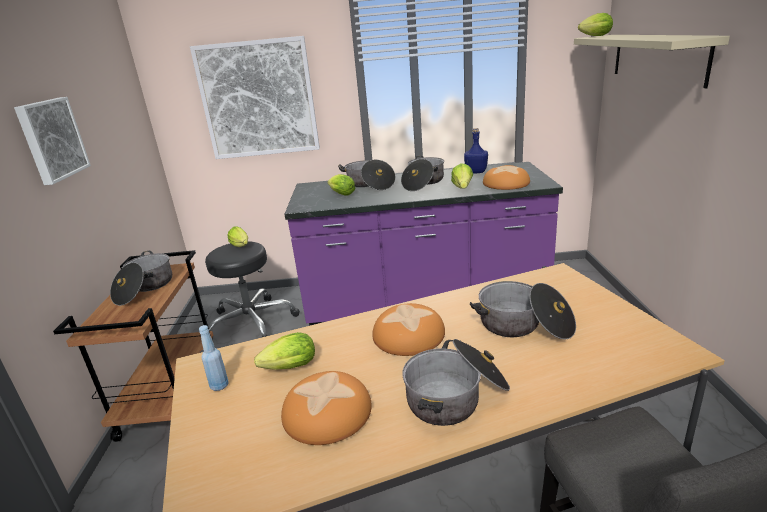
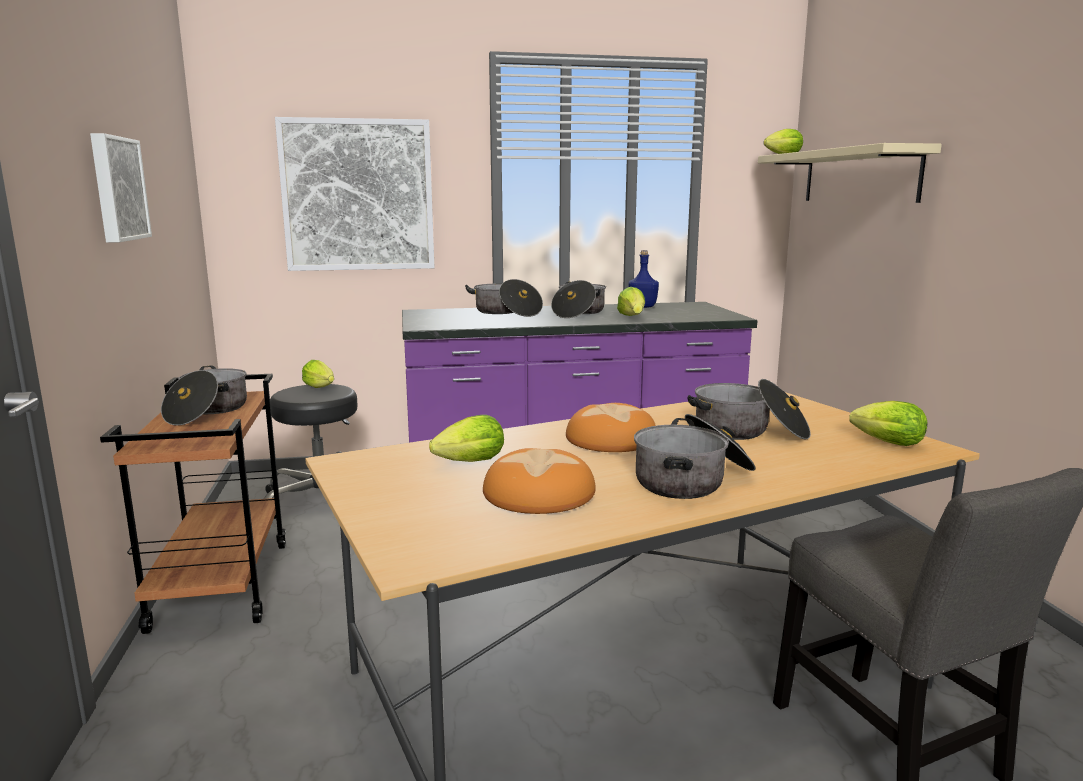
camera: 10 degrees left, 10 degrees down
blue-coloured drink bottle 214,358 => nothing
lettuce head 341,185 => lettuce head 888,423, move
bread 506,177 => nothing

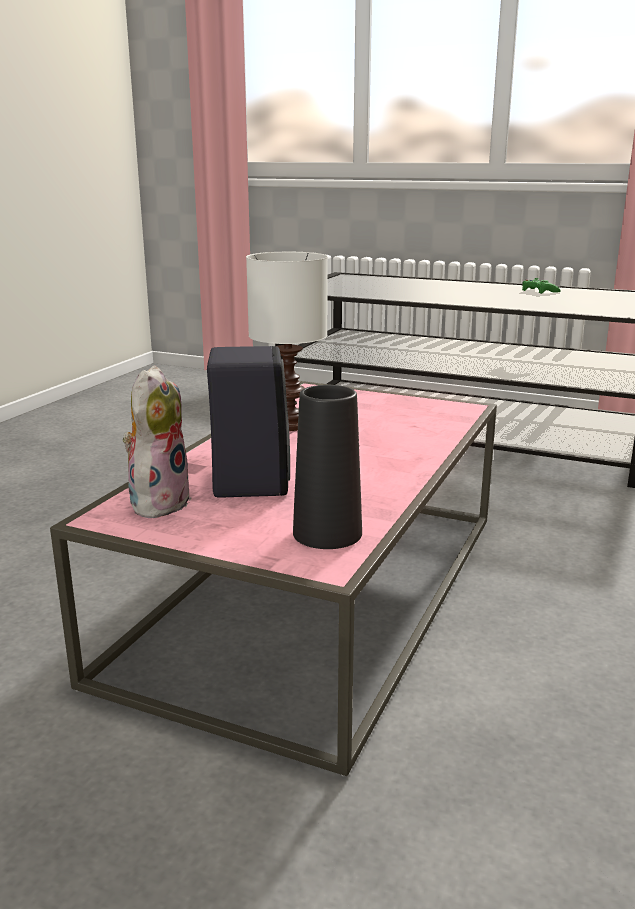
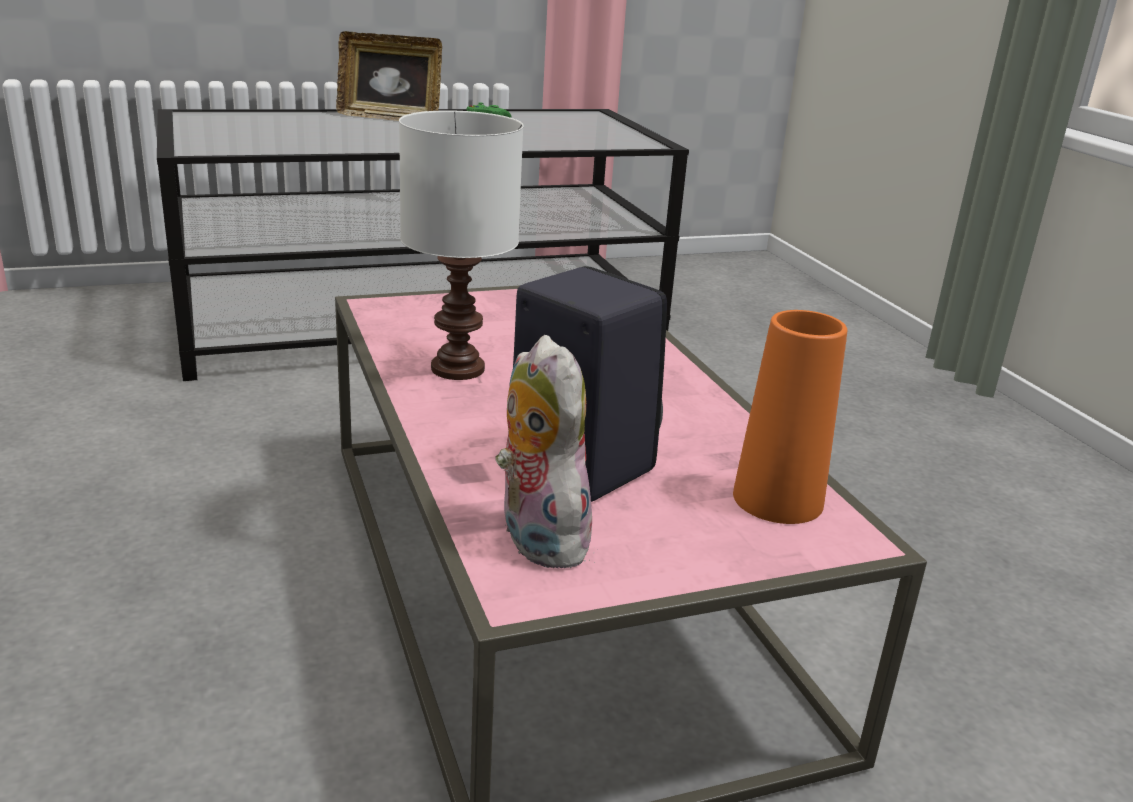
camera: 45 degrees left, 5 degrees up
black flower vase 327,467 => orange-coloured flower vase 790,417
nothing => standing frame 389,76

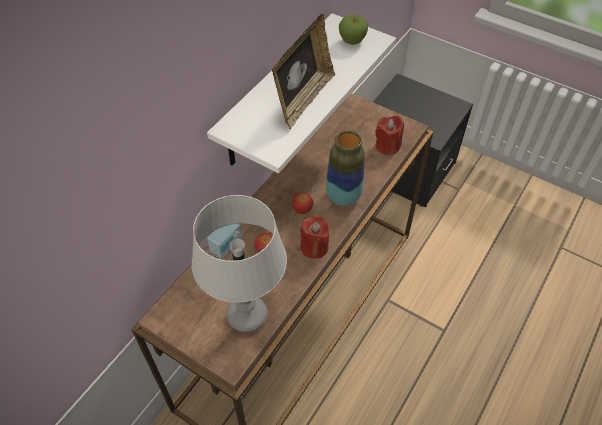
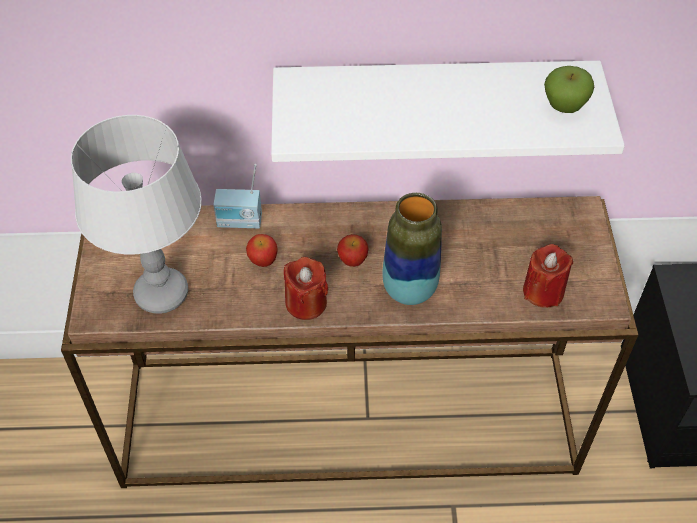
camera: 55 degrees right, 0 degrees up
standing frame 304,71 => nothing

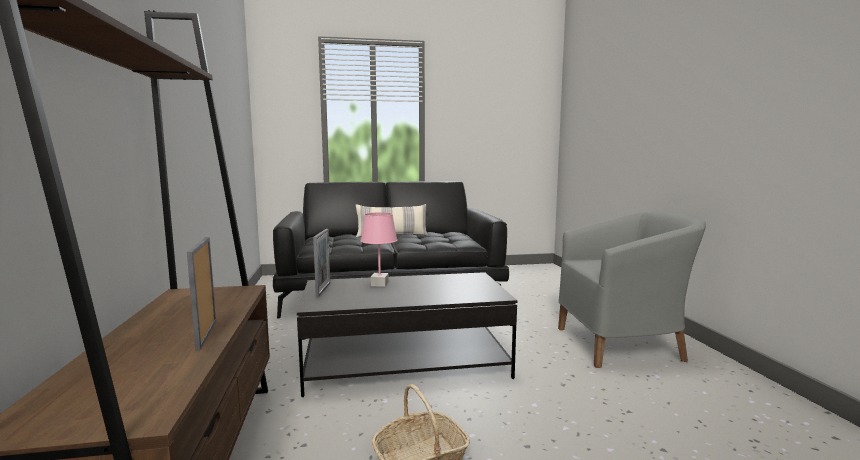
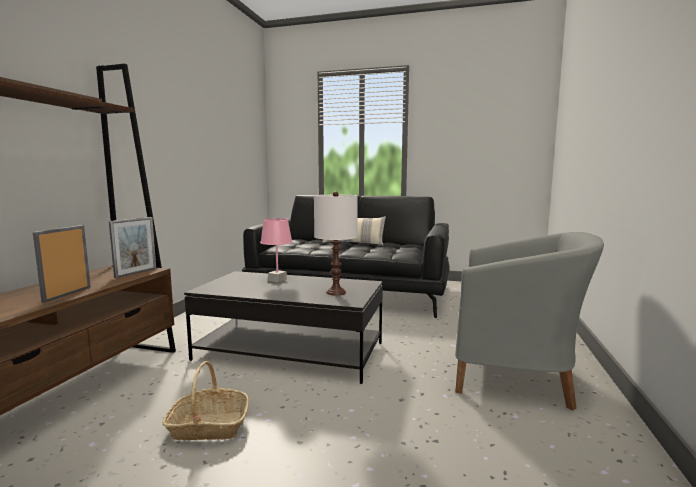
camera: 25 degrees right, 0 degrees up
standing frame 321,263 => standing frame 132,247, move
nothing => white-coloured tabletop lamp 336,243

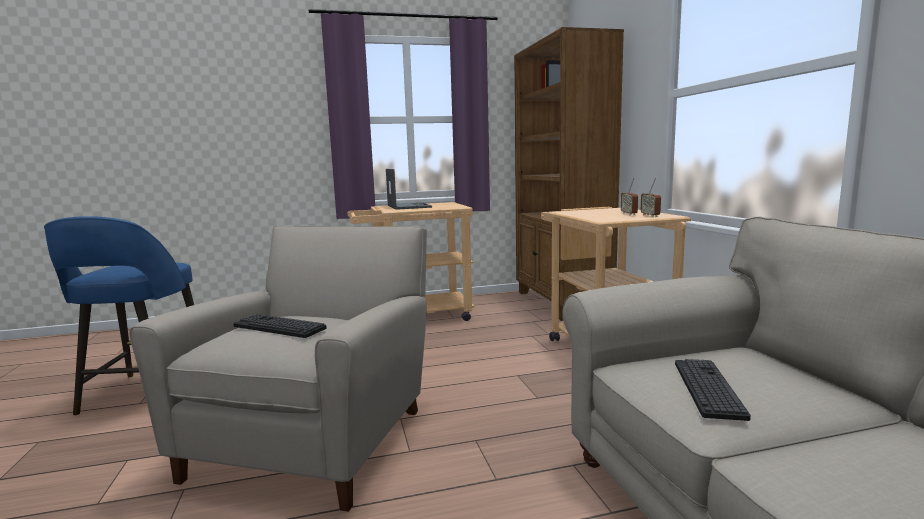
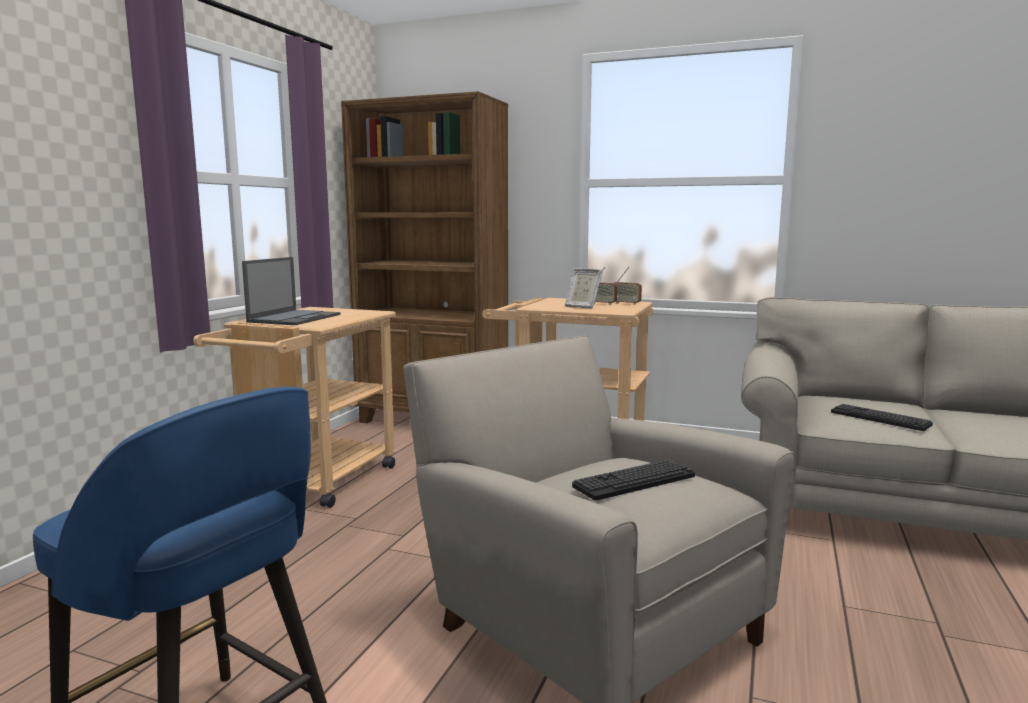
camera: 55 degrees left, 0 degrees up
portable computer 409,189 => portable computer 291,291, 90 degrees clockwise
nothing => standing frame 584,288

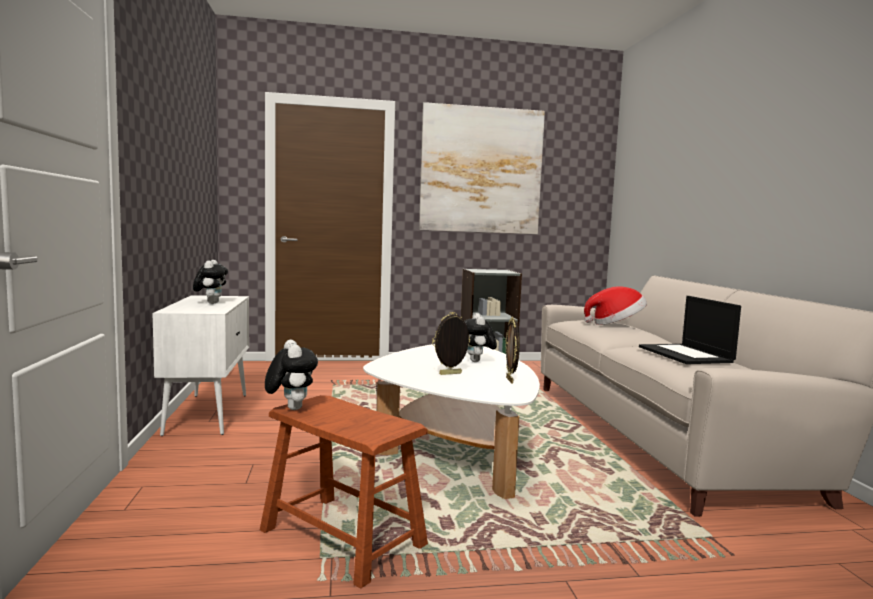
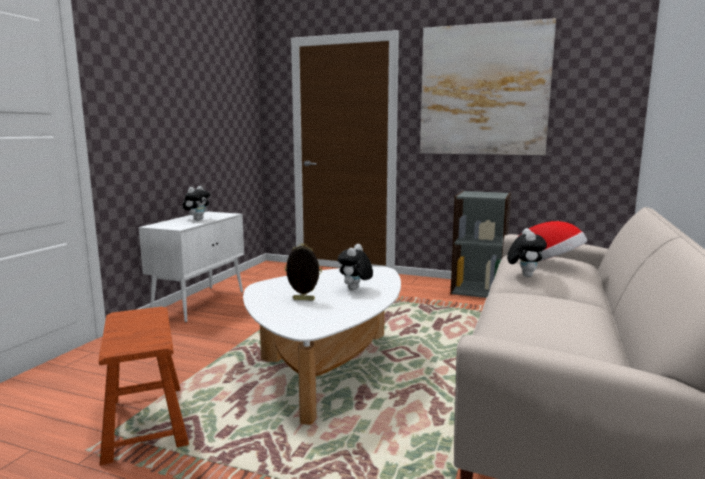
camera: 30 degrees right, 5 degrees up
cuddly toy 291,375 => cuddly toy 527,252, move
standing frame 512,350 => nothing
portable computer 690,330 => nothing

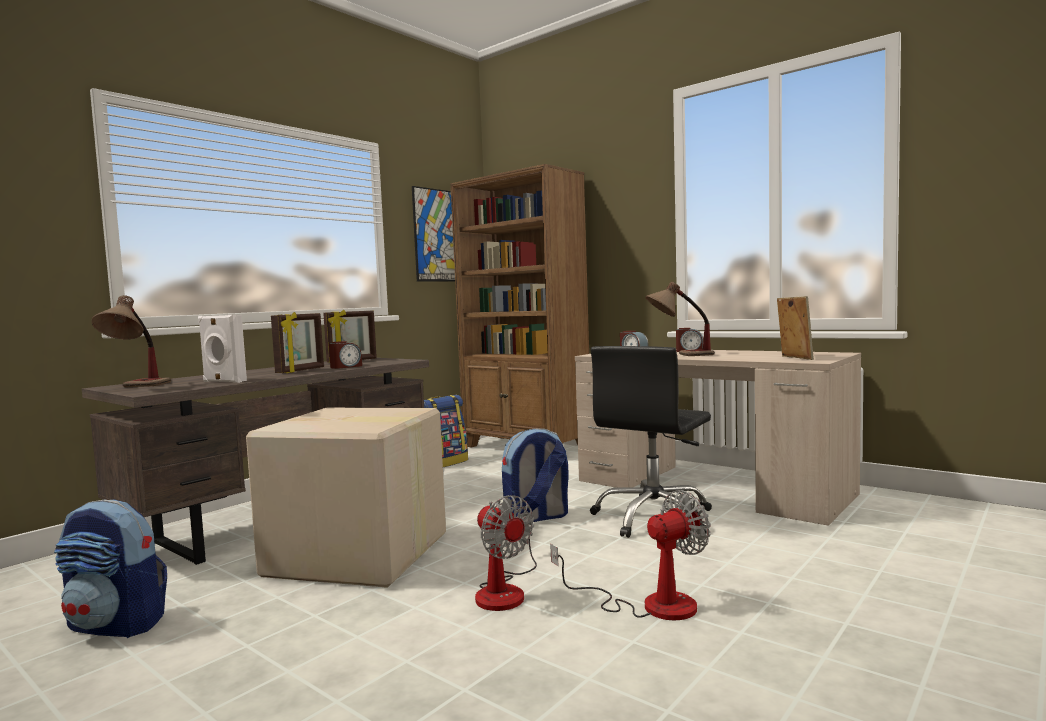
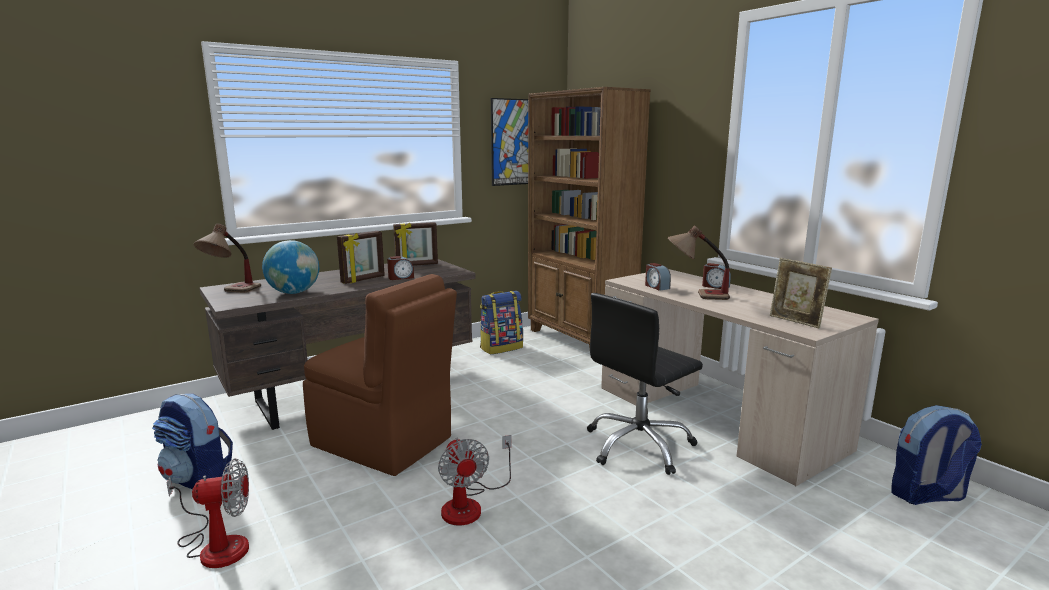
camera: 15 degrees right, 10 degrees up
white-coloured loudspeaker 222,349 => globe 290,267
carton 346,497 => brownish upright chair 380,375
backpack 535,475 => backpack 936,455, move
electric fan 630,555 => electric fan 208,513, move
standing frame 795,328 => standing frame 801,293, 135 degrees clockwise

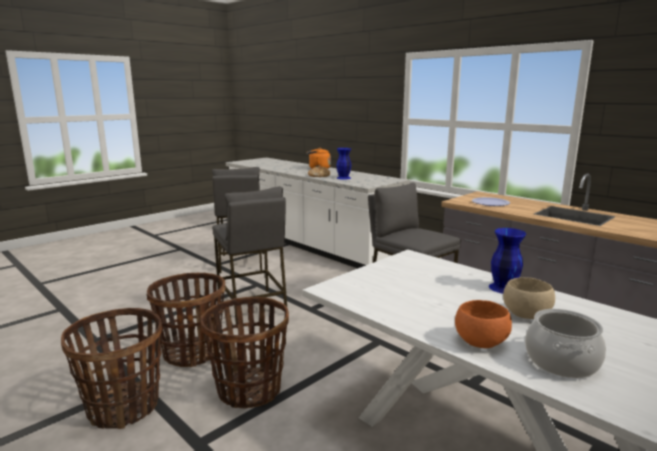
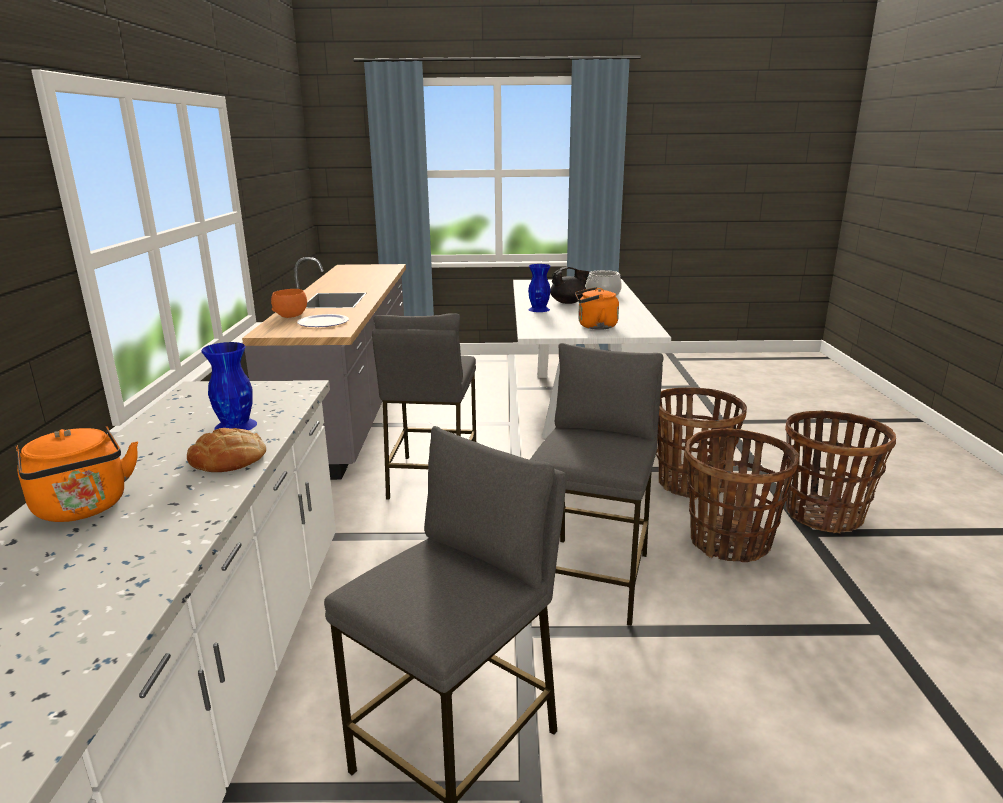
camera: 135 degrees left, 5 degrees up
orange-coloured bowl 483,324 => orange-coloured bowl 289,303, move
sand-coloured bowl 529,298 => black teapot 570,285
nothing => orange-coloured tea kettle 597,308

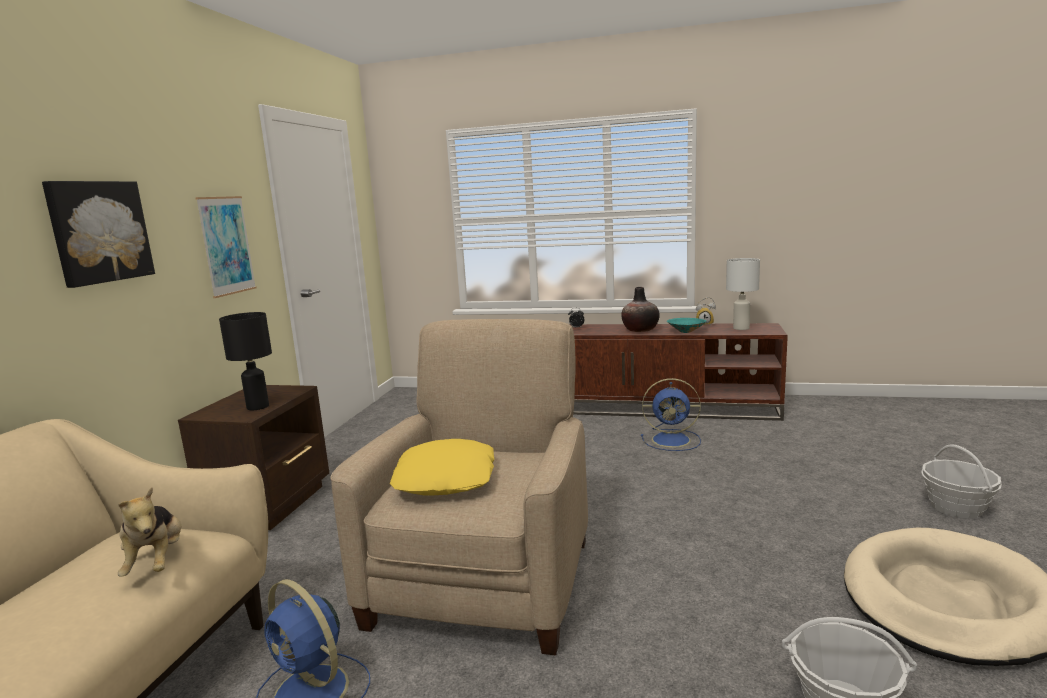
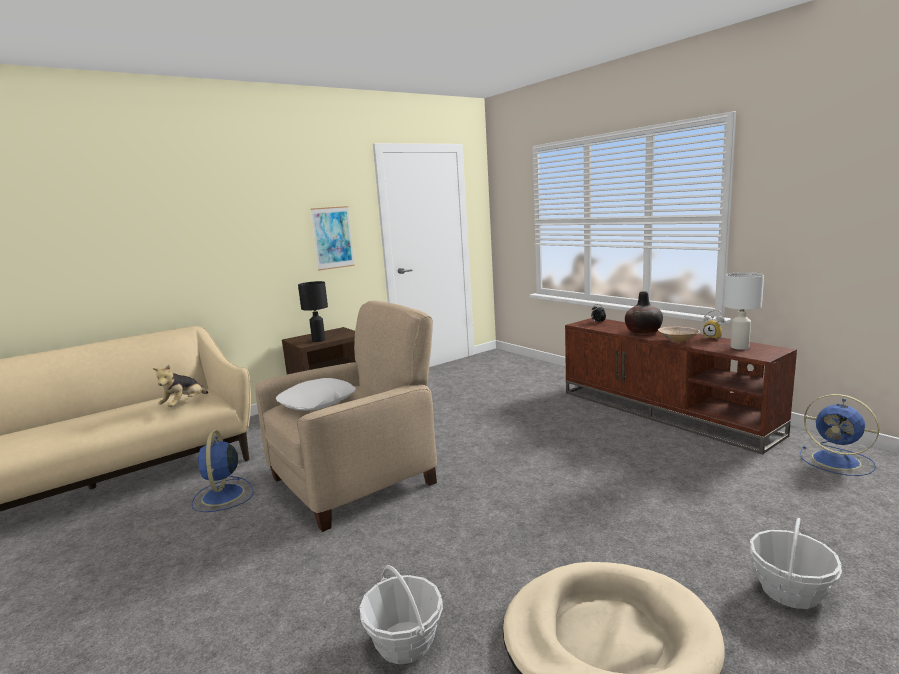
camera: 40 degrees right, 0 degrees up
wall picture 98,234 => nothing
yellow pillow 442,467 => white-coloured pillow 316,394
blue-coloured electric fan 671,414 => blue-coloured electric fan 839,435, move
turquoise-coloured bowl 686,325 => sand-coloured bowl 679,334

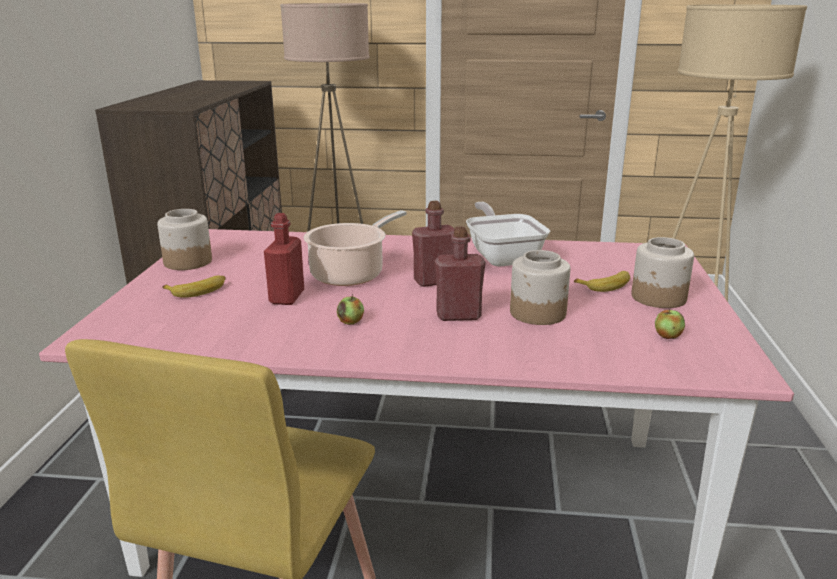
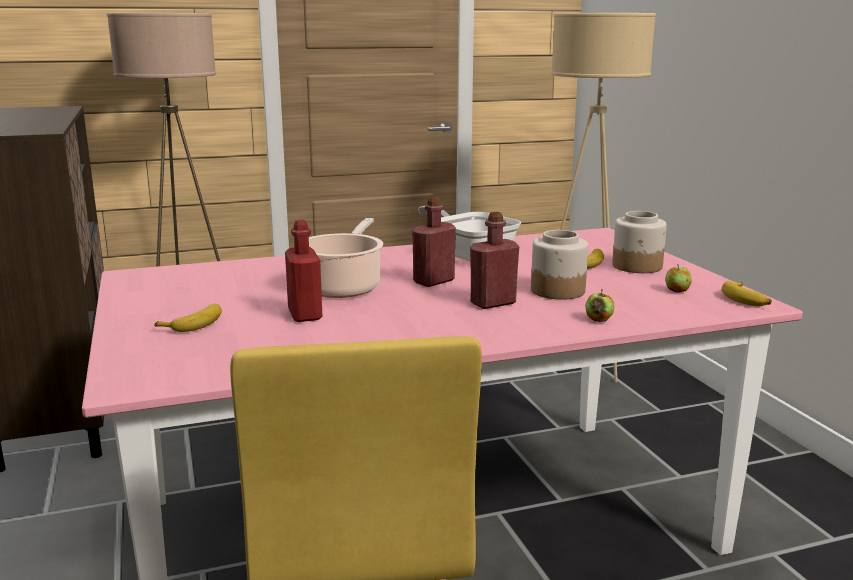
camera: 25 degrees left, 5 degrees down
jar 184,239 => nothing
apple fruit 350,309 => apple fruit 600,307, move
nothing => banana 747,293

